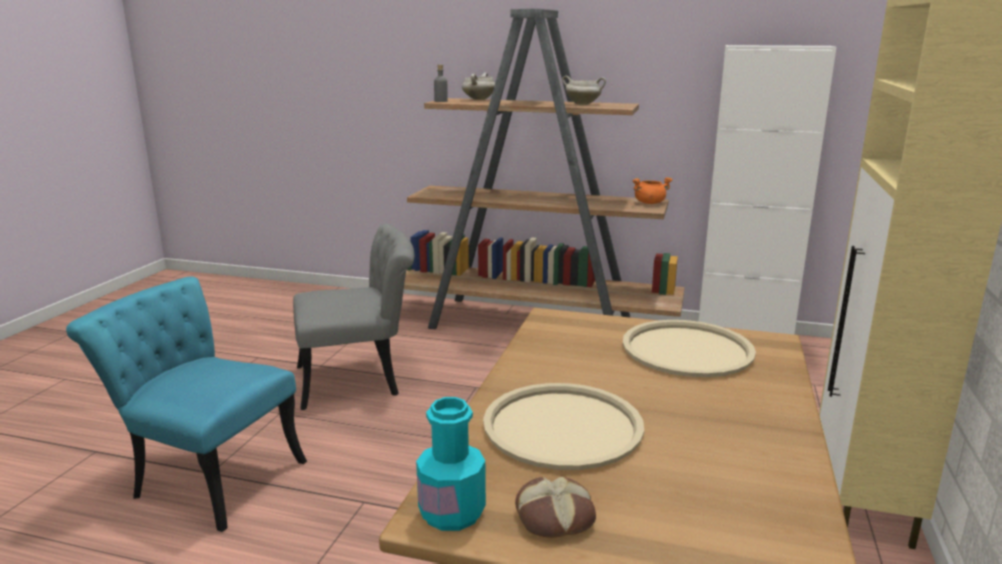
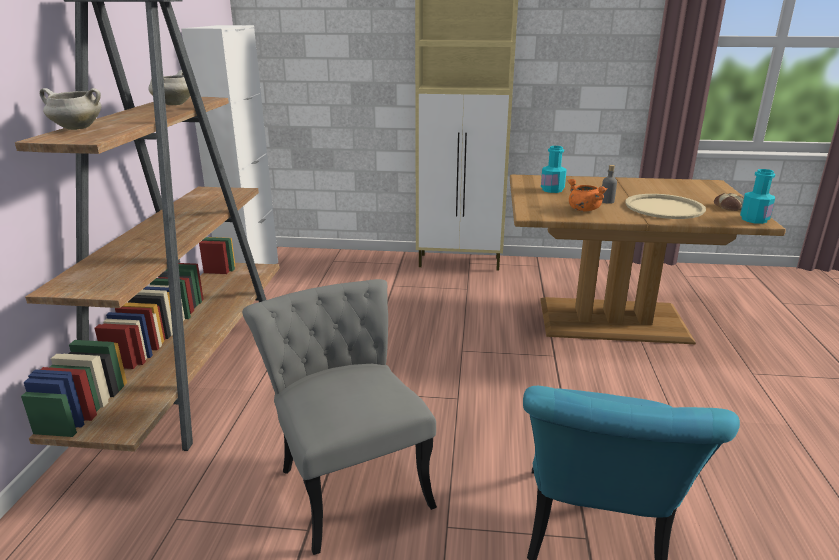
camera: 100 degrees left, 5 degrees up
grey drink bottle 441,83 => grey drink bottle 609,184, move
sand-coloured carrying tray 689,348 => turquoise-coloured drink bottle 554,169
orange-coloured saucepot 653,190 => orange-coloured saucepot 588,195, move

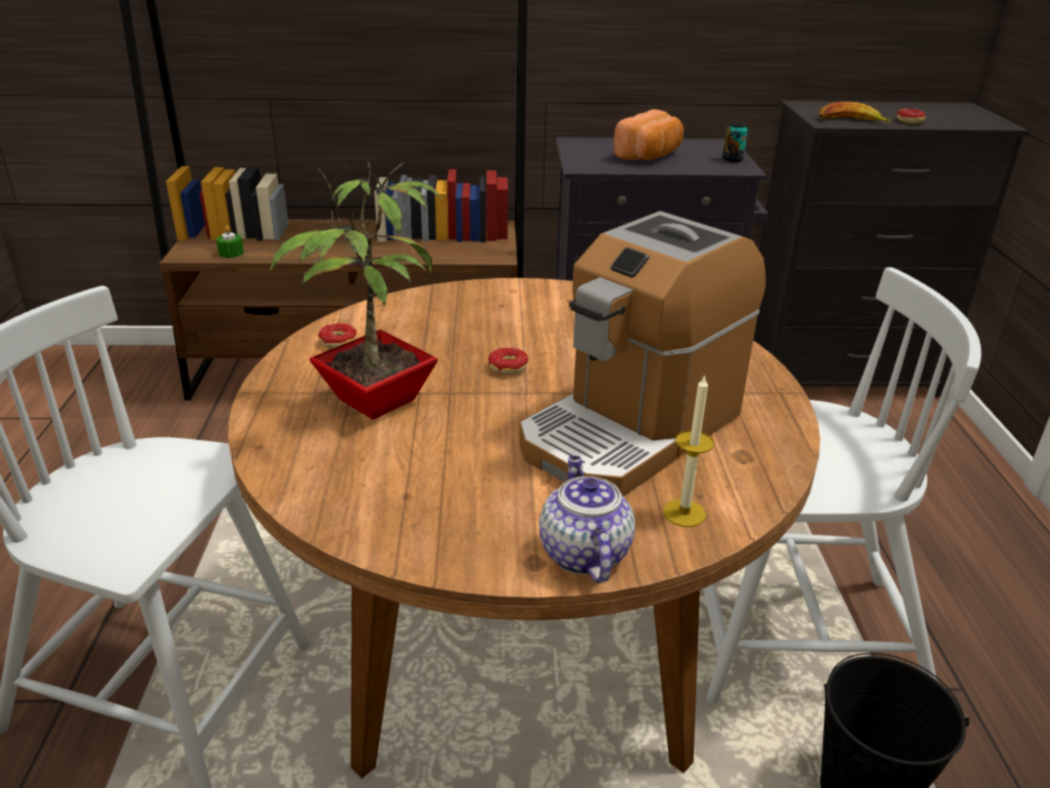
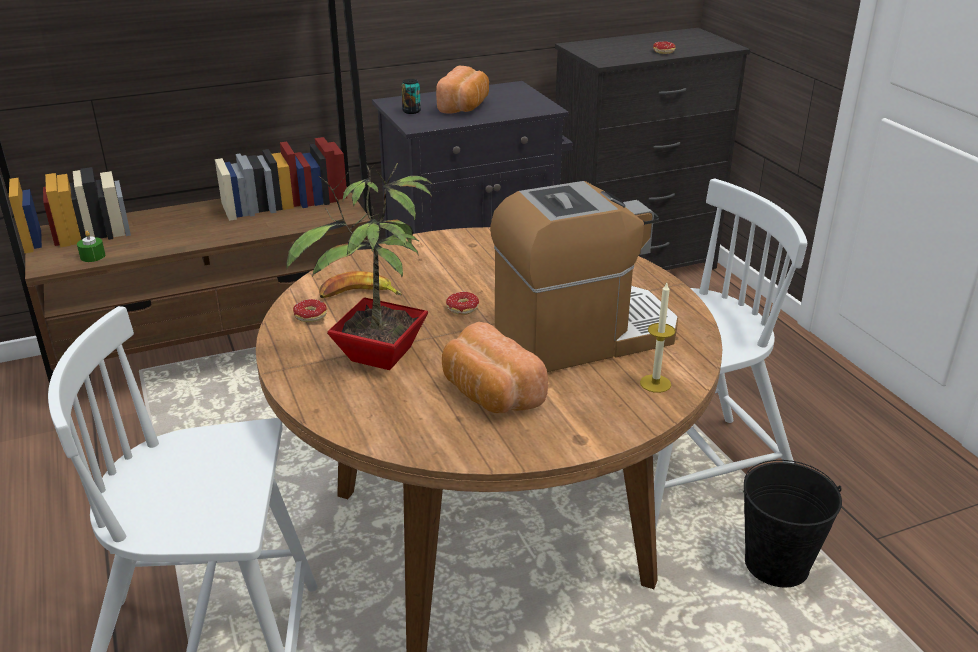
camera: 20 degrees left, 0 degrees up
coffee machine 642,353 => coffee machine 584,276, 135 degrees counterclockwise
teapot 587,519 => nothing
can 735,142 => can 411,96, move
banana 855,112 => banana 360,284, move
nothing => bread 495,367

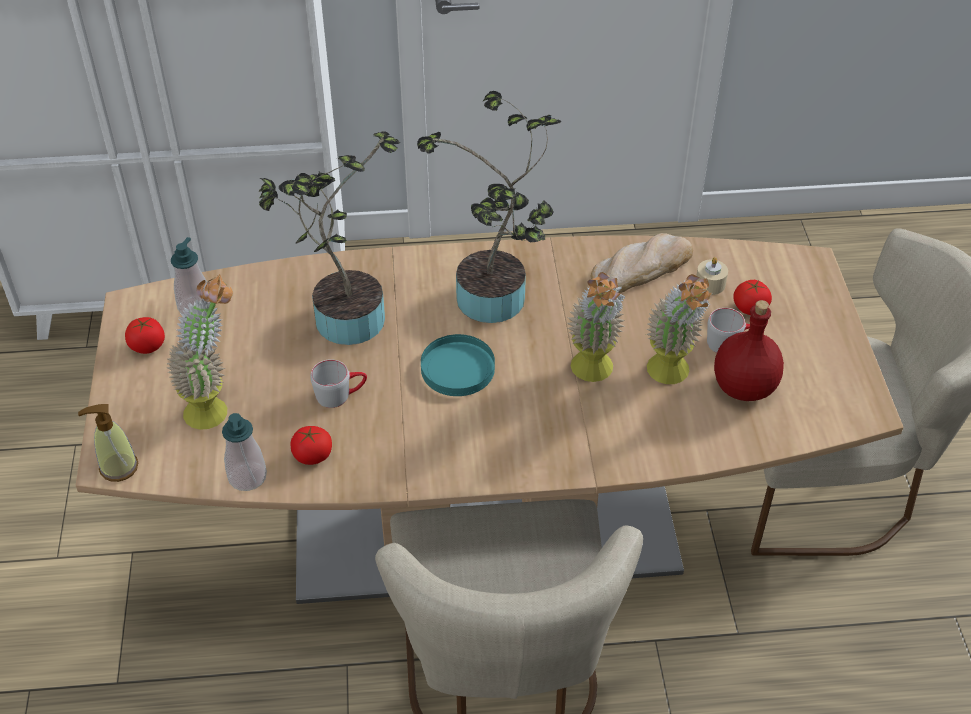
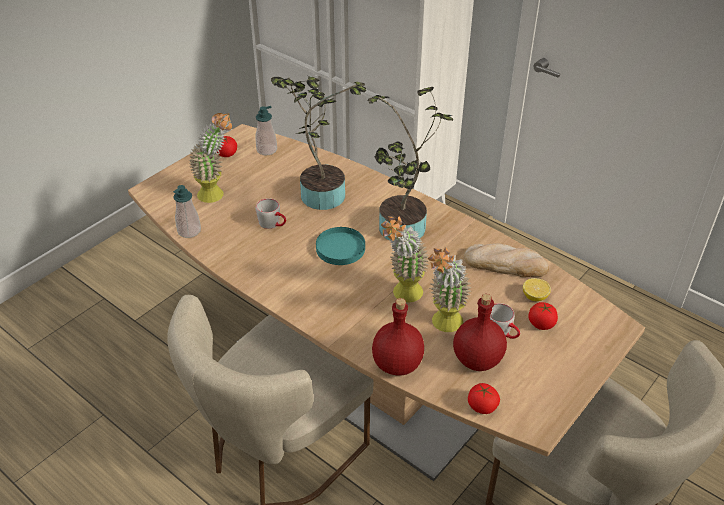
camera: 45 degrees right, 5 degrees down
soap bottle 108,443 => nothing
tomato 311,445 => tomato 484,398, move
sand-coloured wax light 712,276 => lemon 537,289
nothing => red drink bottle 398,337

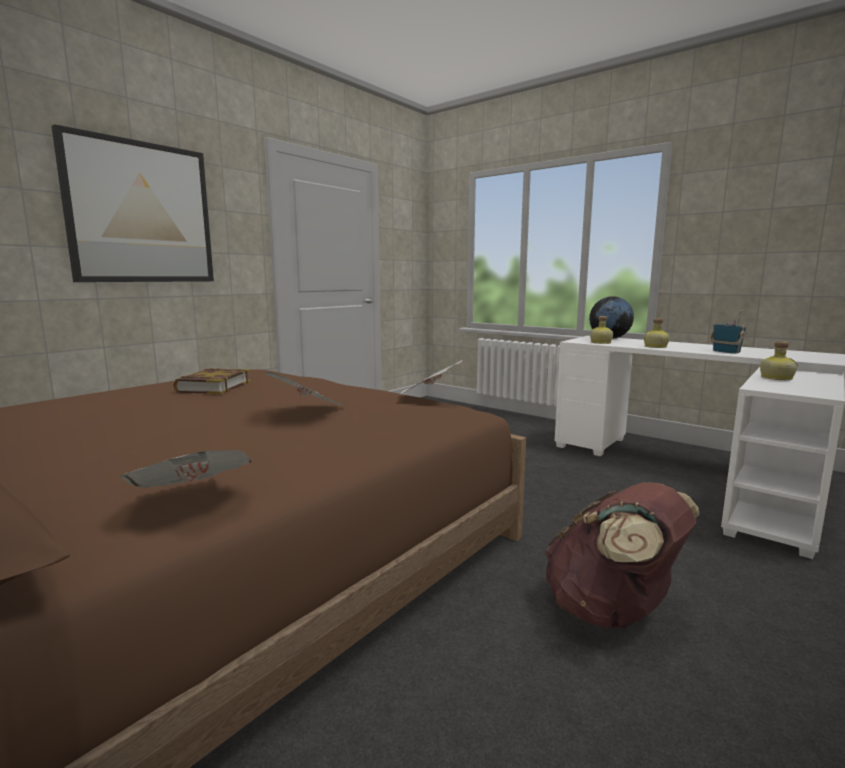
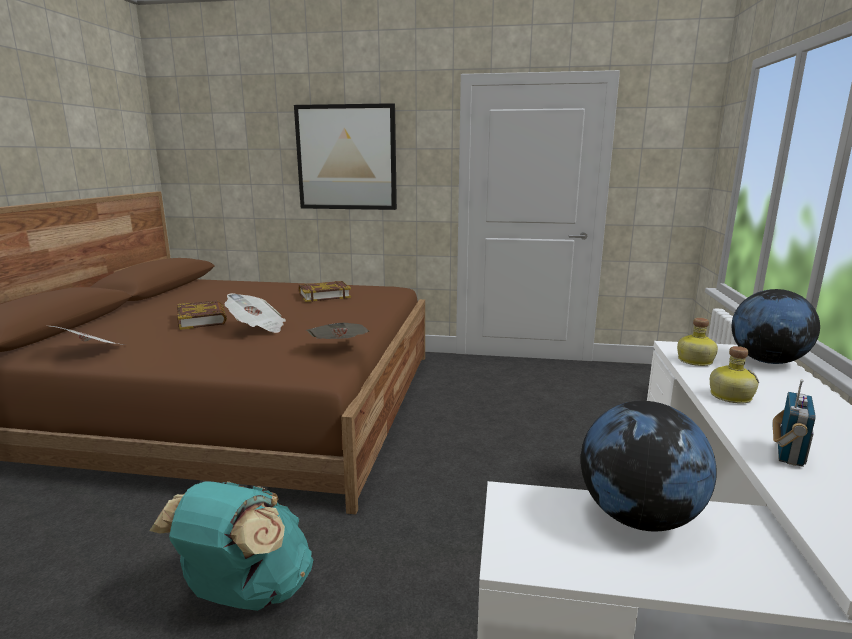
camera: 60 degrees right, 5 degrees up
brownish backpack 622,555 => turquoise-coloured backpack 231,546
drink bottle 779,360 => globe 648,466
nothing => book 202,315

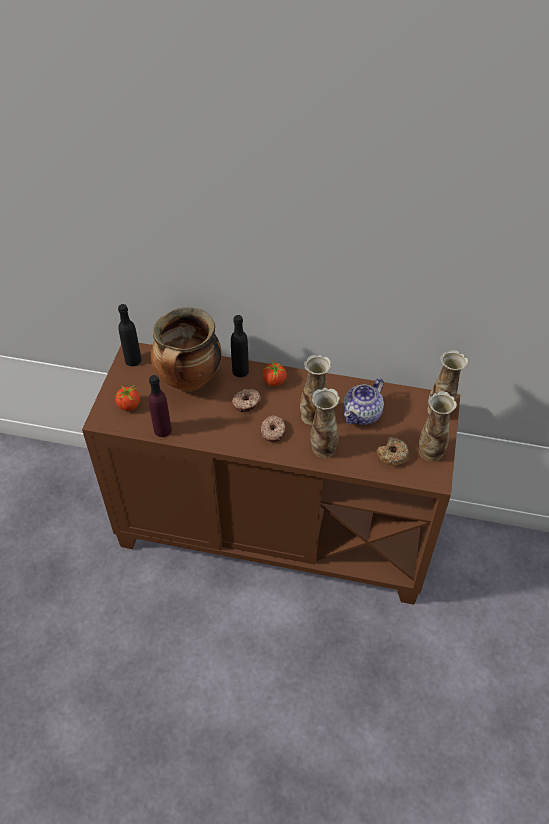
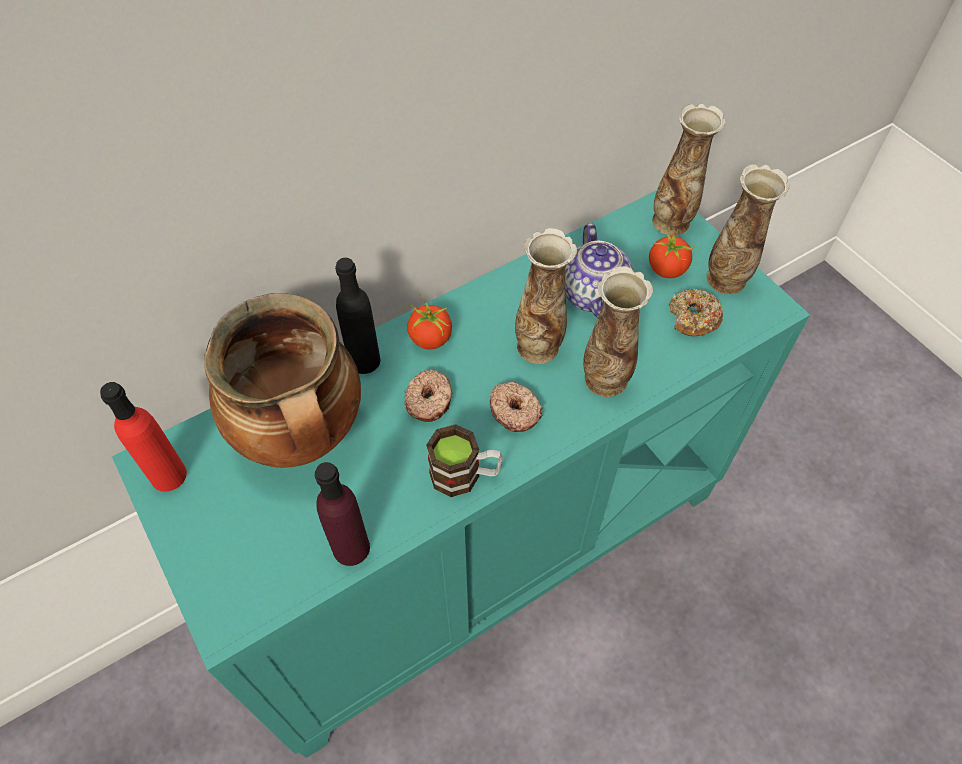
camera: 45 degrees left, 5 degrees up
brownish cupboard 271,474 => turquoise-coloured cupboard 461,474
tomato 126,398 => tomato 672,254, move
black drink bottle 129,335 => red drink bottle 143,437
nothing => mug 464,460

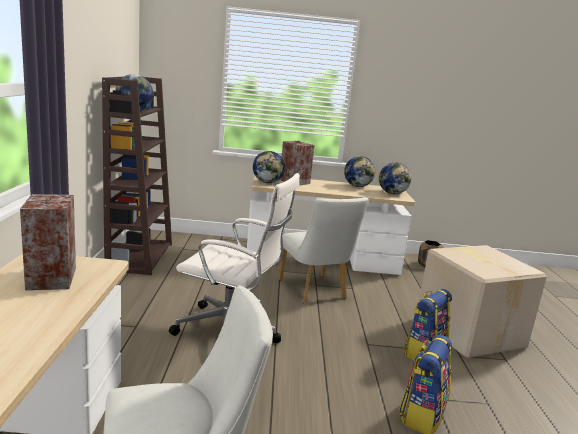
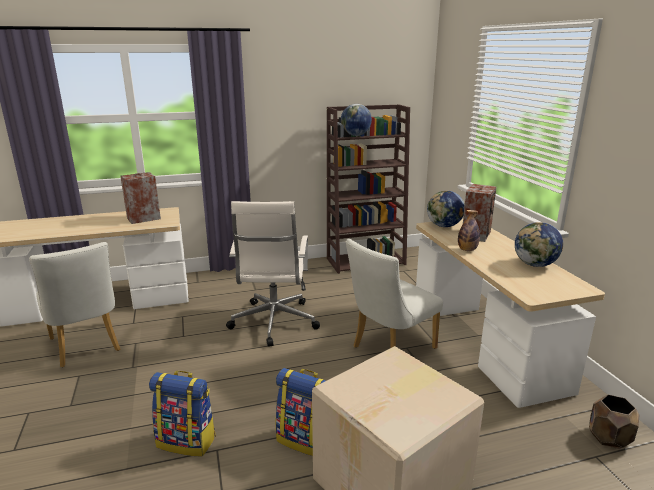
camera: 75 degrees right, 5 degrees up
globe 395,178 => nothing
nothing => drink bottle 469,230

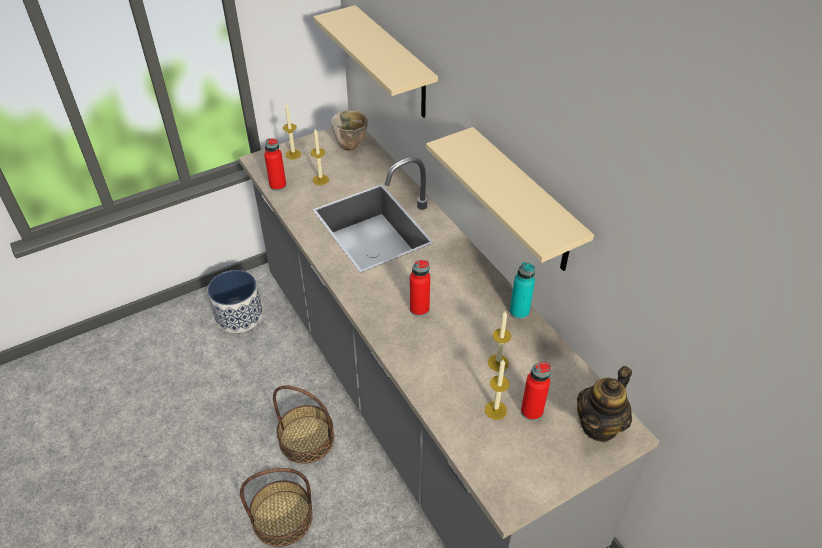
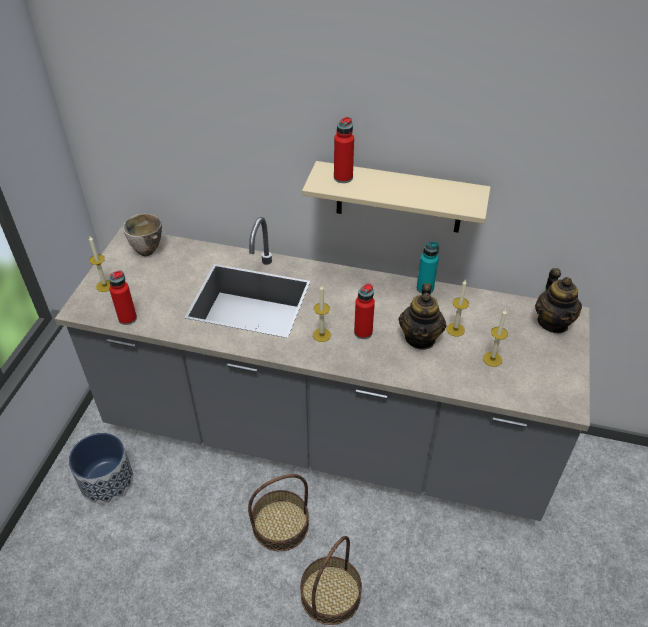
camera: 45 degrees left, 0 degrees up
wax light 320,157 => wax light 322,313, move
sand-coloured bracket shelf 375,61 => nothing
red drink bottle 536,391 => red drink bottle 344,150, move
nothing => teapot 422,316

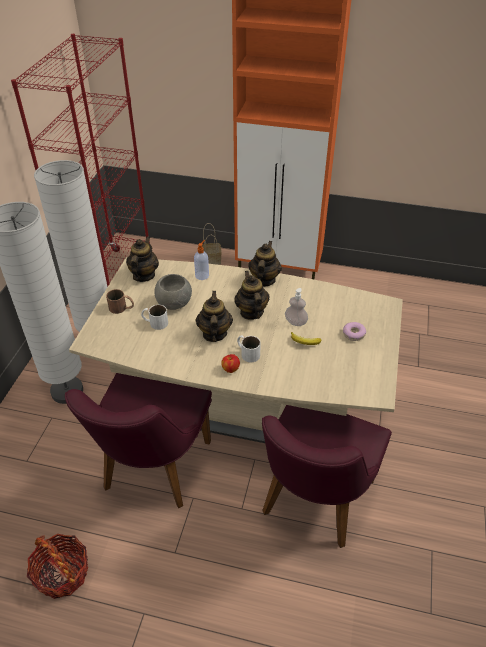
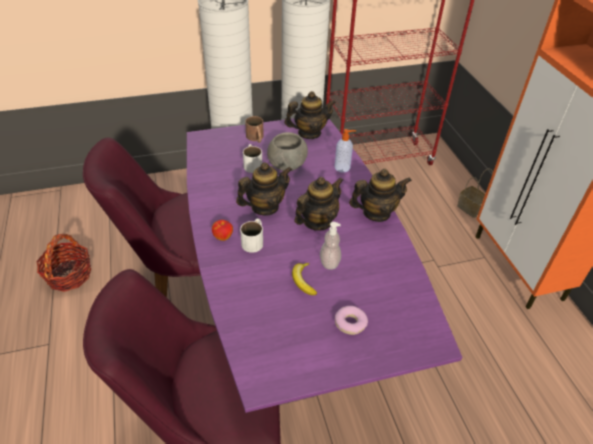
camera: 60 degrees right, 0 degrees up
sand-coloured dinner table 236,350 => purple-coloured dinner table 324,265

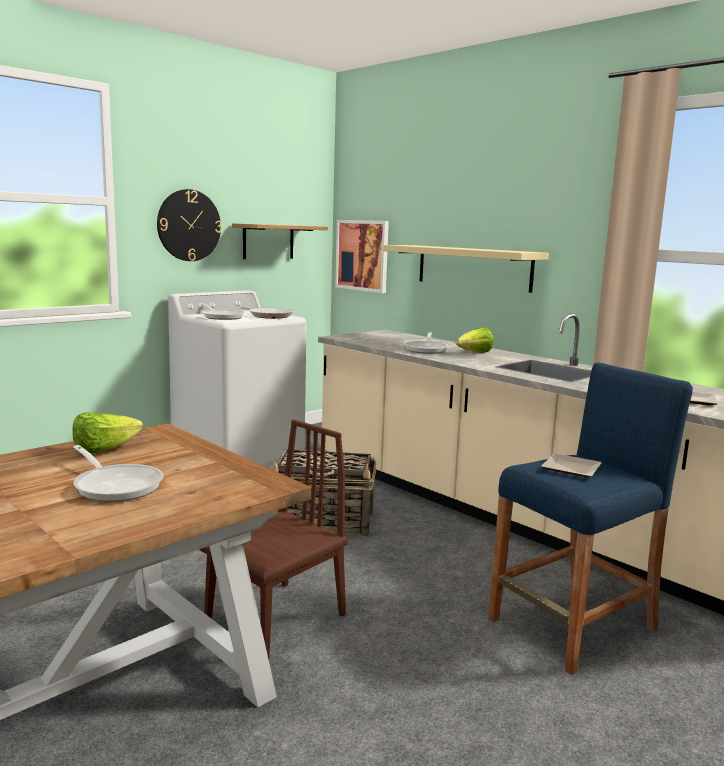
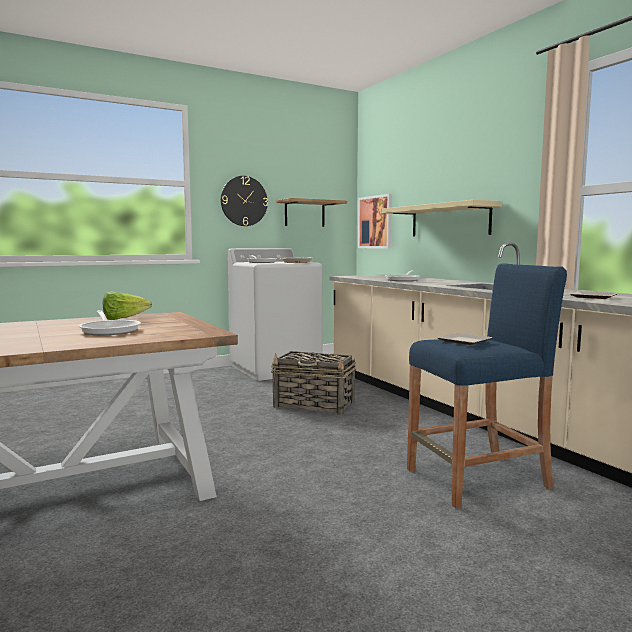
camera: 15 degrees right, 5 degrees down
brownish upright chair 273,539 => nothing
lettuce head 475,340 => nothing

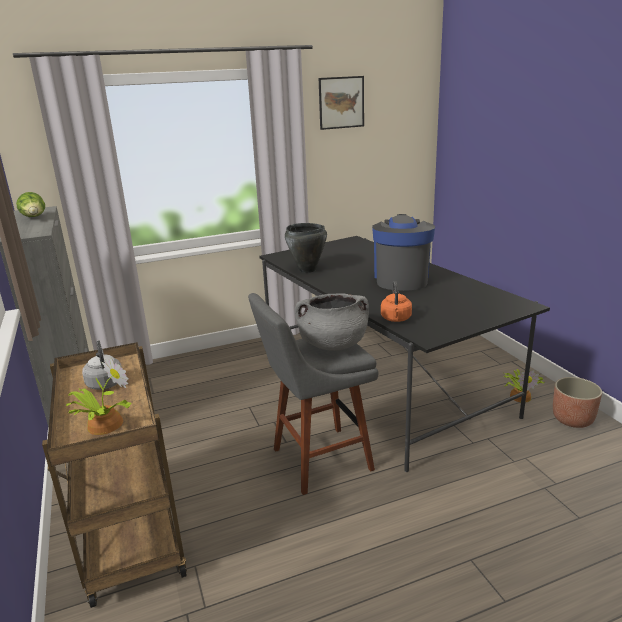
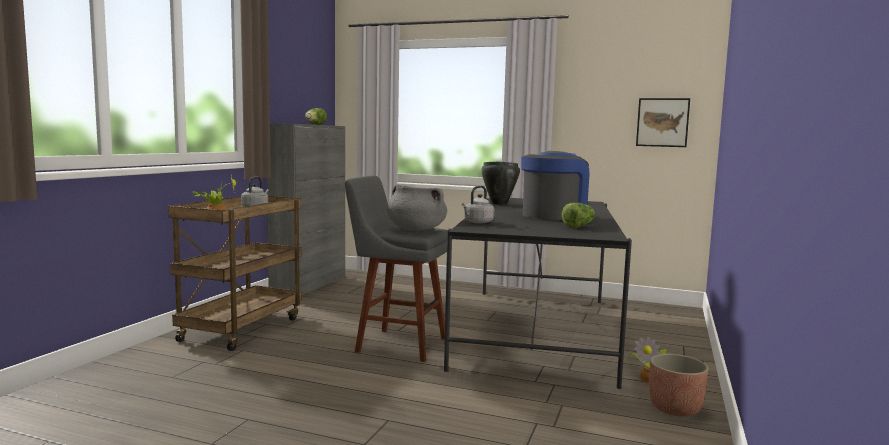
camera: 40 degrees right, 15 degrees down
wall picture 341,103 => wall picture 663,122, move
orange-coloured tea kettle 396,301 => grey tea kettle 478,204
nothing => lettuce head 578,215

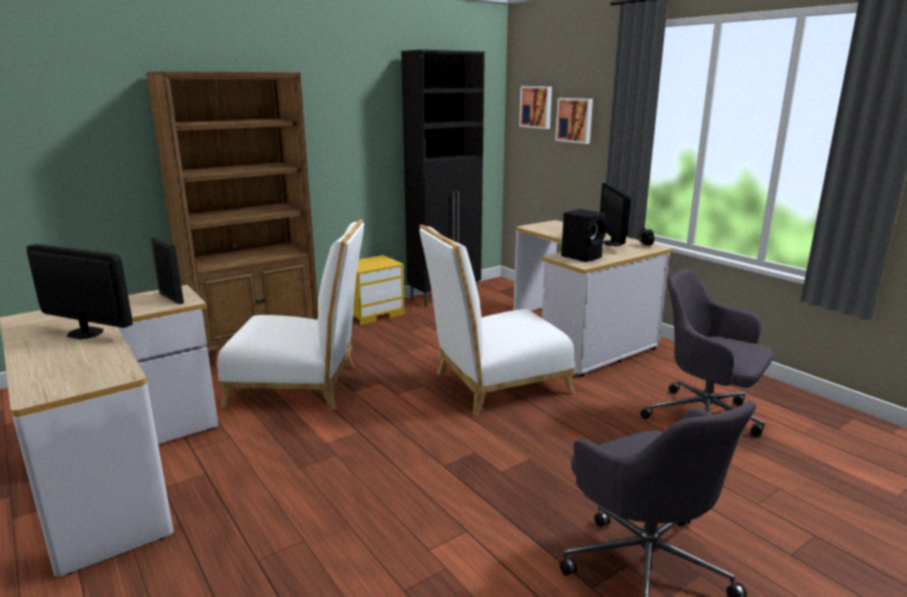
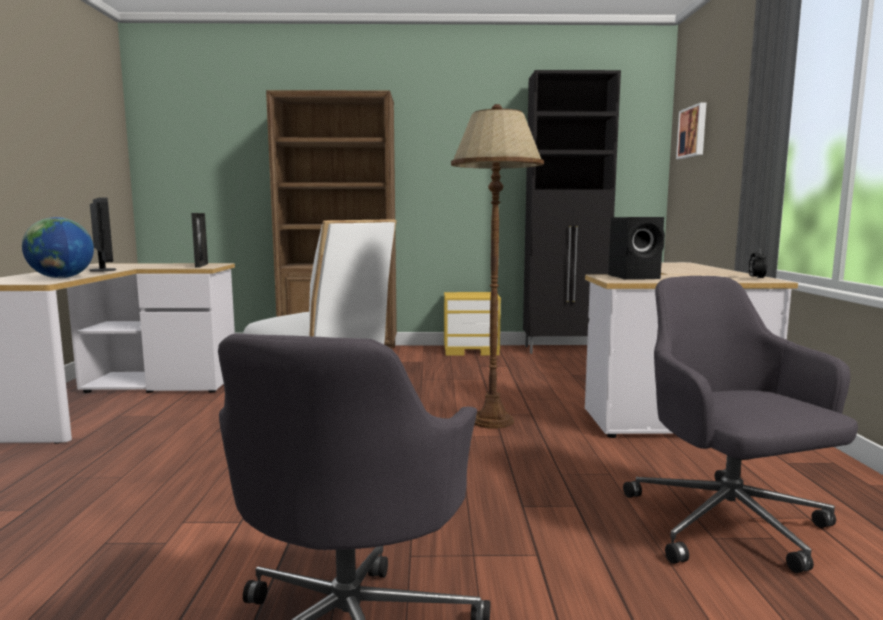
camera: 35 degrees right, 10 degrees down
white-coloured upright chair 497,319 => brownish standard lamp 497,266
wall picture 574,121 => nothing
computer display 615,214 => nothing
nothing => globe 58,247

